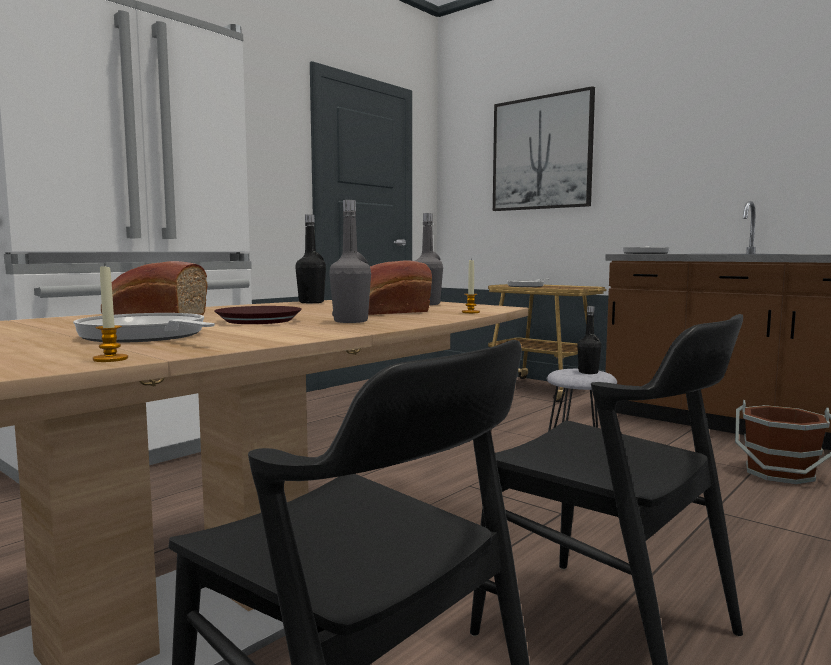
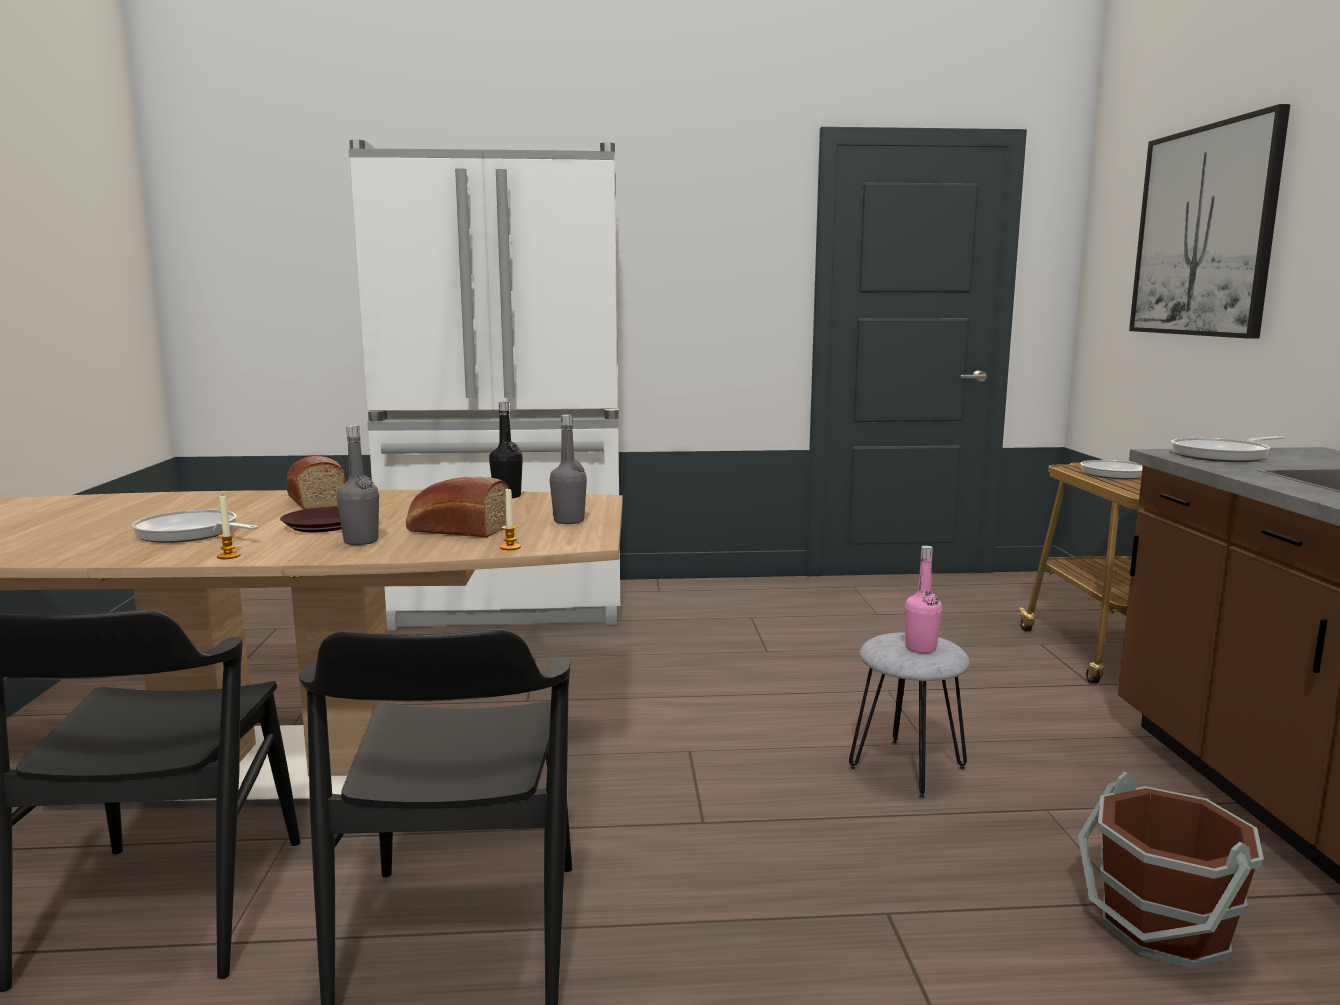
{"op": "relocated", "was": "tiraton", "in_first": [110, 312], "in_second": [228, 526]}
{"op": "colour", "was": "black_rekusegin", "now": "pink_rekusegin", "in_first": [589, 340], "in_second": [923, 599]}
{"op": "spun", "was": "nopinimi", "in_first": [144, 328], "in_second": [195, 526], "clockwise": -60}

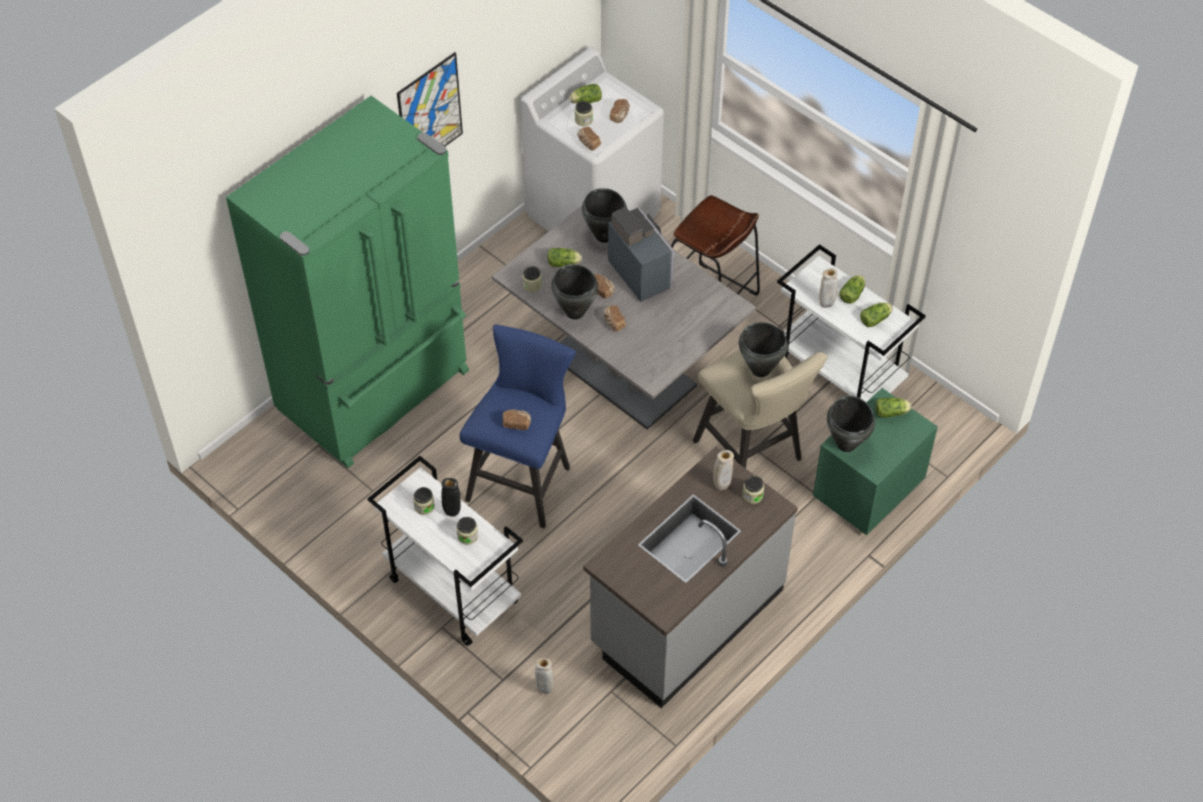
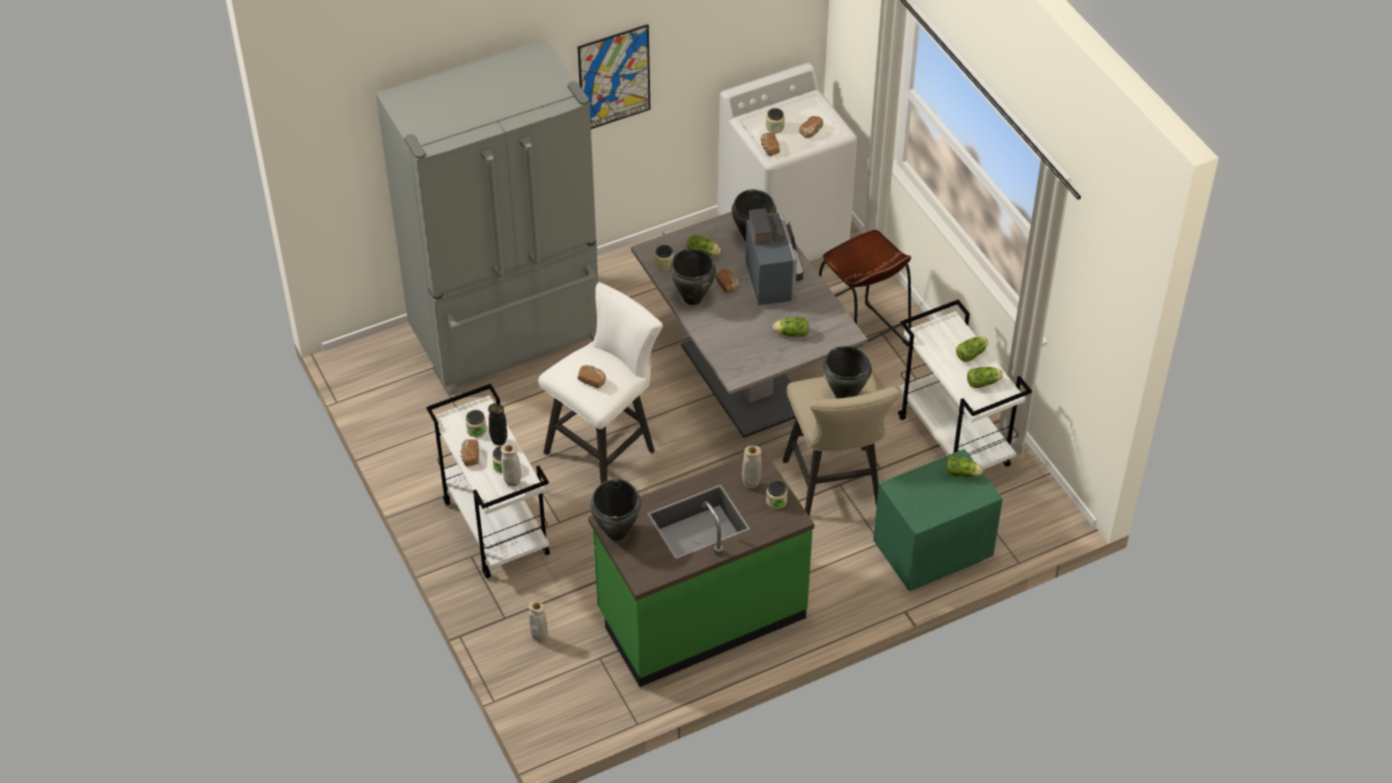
{"op": "relocated", "was": "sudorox", "in_first": [585, 94], "in_second": [791, 327]}
{"op": "relocated", "was": "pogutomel", "in_first": [614, 318], "in_second": [469, 453]}
{"op": "relocated", "was": "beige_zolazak", "in_first": [828, 288], "in_second": [511, 465]}
{"op": "relocated", "was": "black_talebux", "in_first": [851, 424], "in_second": [615, 509]}
{"op": "colour", "was": "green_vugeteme", "now": "grey_vugeteme", "in_first": [347, 282], "in_second": [487, 217]}
{"op": "colour", "was": "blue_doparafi", "now": "white_doparafi", "in_first": [518, 426], "in_second": [601, 383]}
{"op": "colour", "was": "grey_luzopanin", "now": "green_luzopanin", "in_first": [690, 577], "in_second": [701, 568]}

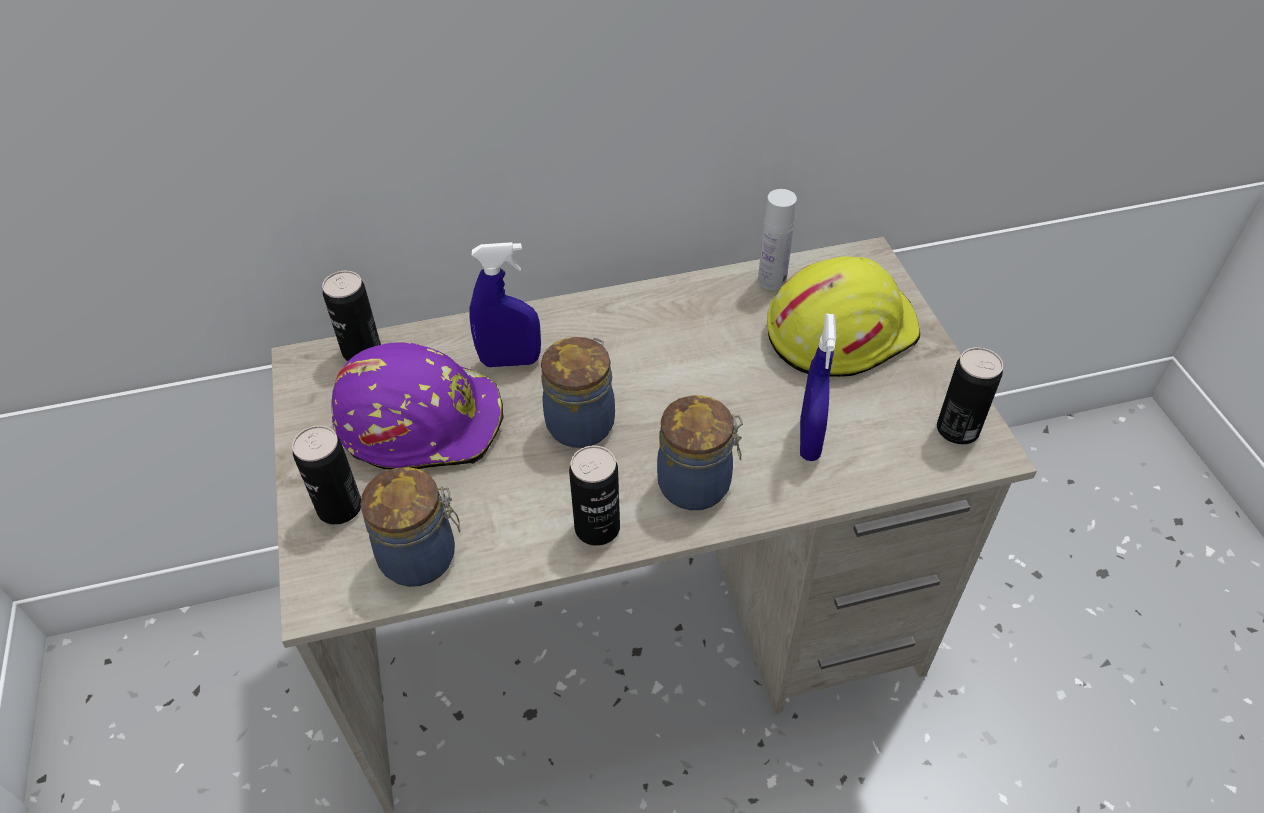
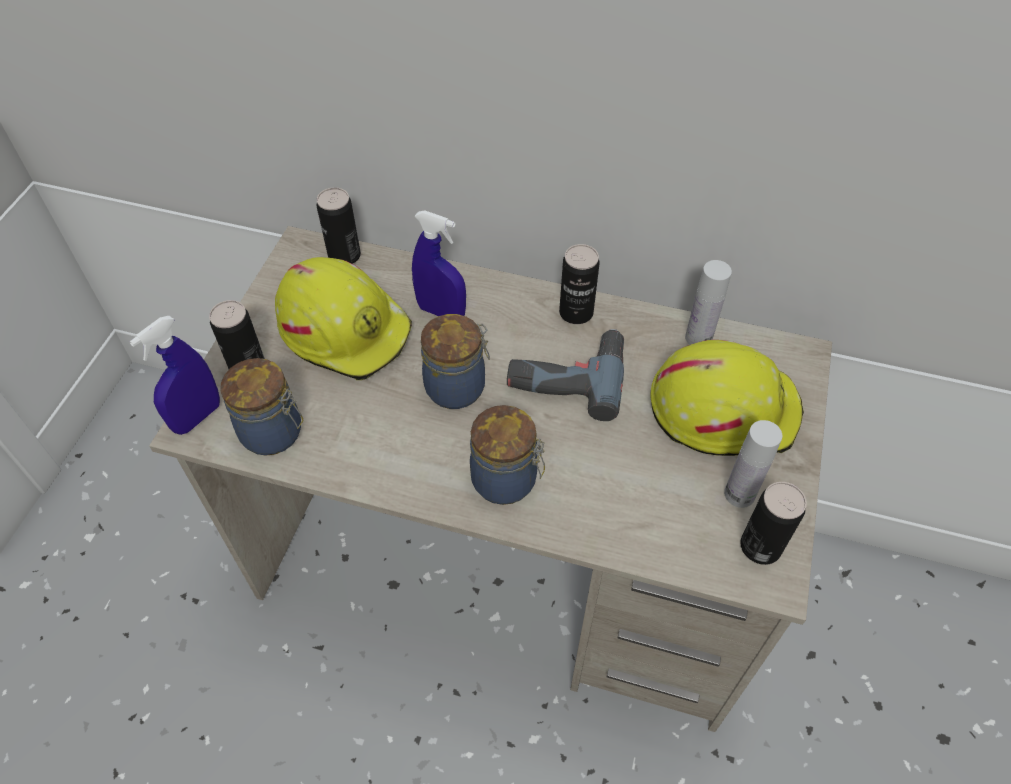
{"op": "appeared", "now": "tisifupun", "in_second": [565, 375]}
{"op": "appeared", "now": "white_rekusegin", "in_second": [753, 464]}
{"op": "relocated", "was": "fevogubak", "in_first": [594, 495], "in_second": [579, 284]}
{"op": "relocated", "was": "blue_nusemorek", "in_first": [818, 387], "in_second": [175, 375]}
{"op": "colour", "was": "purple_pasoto", "now": "yellow_pasoto", "in_first": [417, 406], "in_second": [343, 318]}

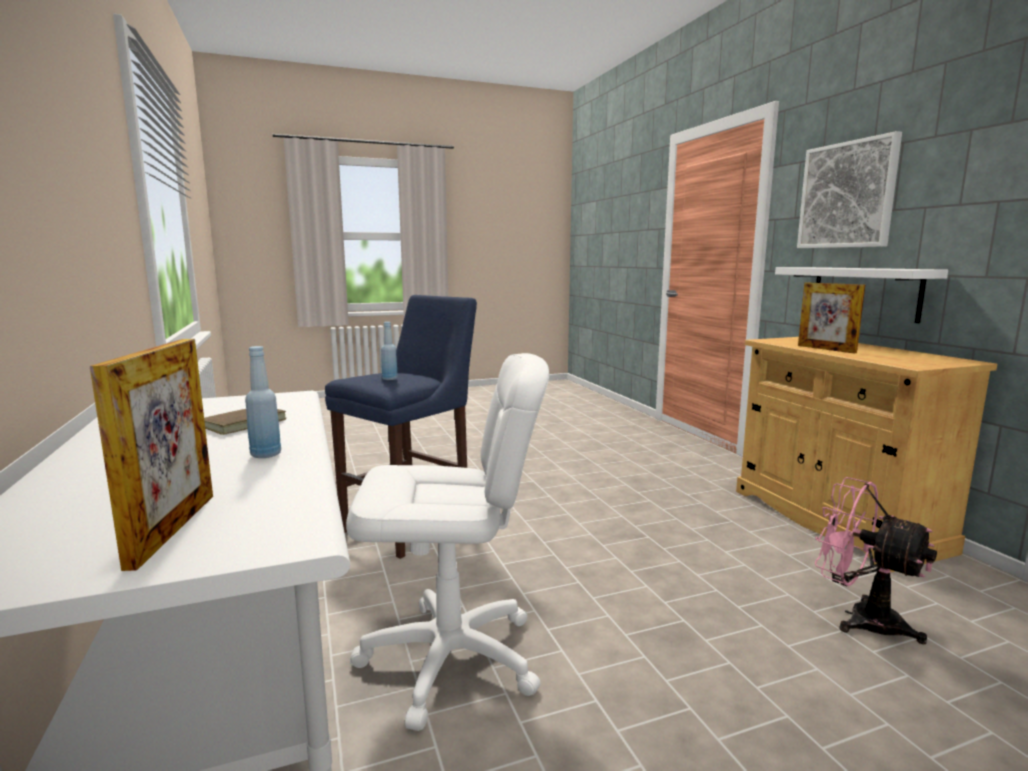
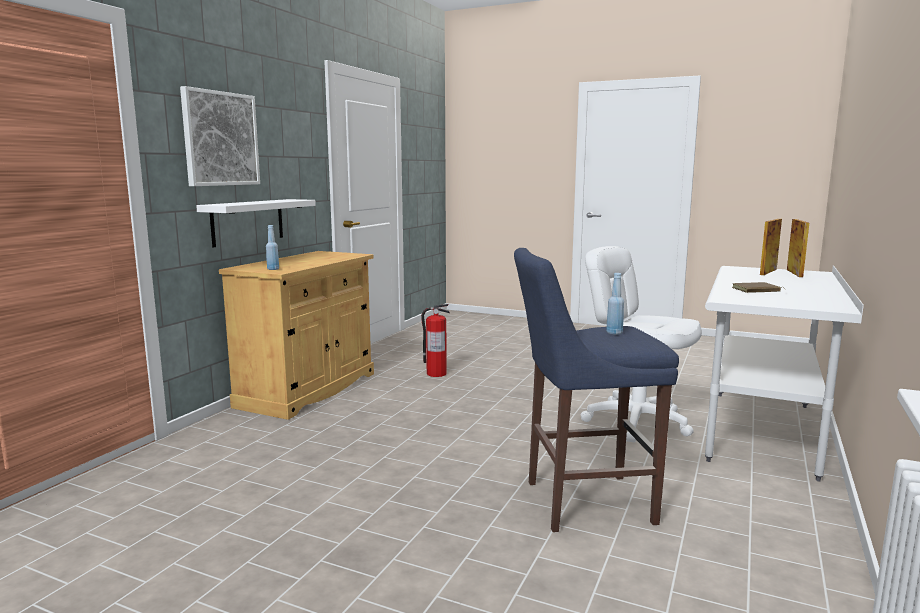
{"op": "relocated", "was": "blue_rekusegin", "in_first": [263, 402], "in_second": [272, 247]}
{"op": "relocated", "was": "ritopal", "in_first": [831, 318], "in_second": [798, 248]}
{"op": "exchanged", "was": "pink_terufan", "now": "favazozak", "in_first": [876, 560], "in_second": [435, 340]}

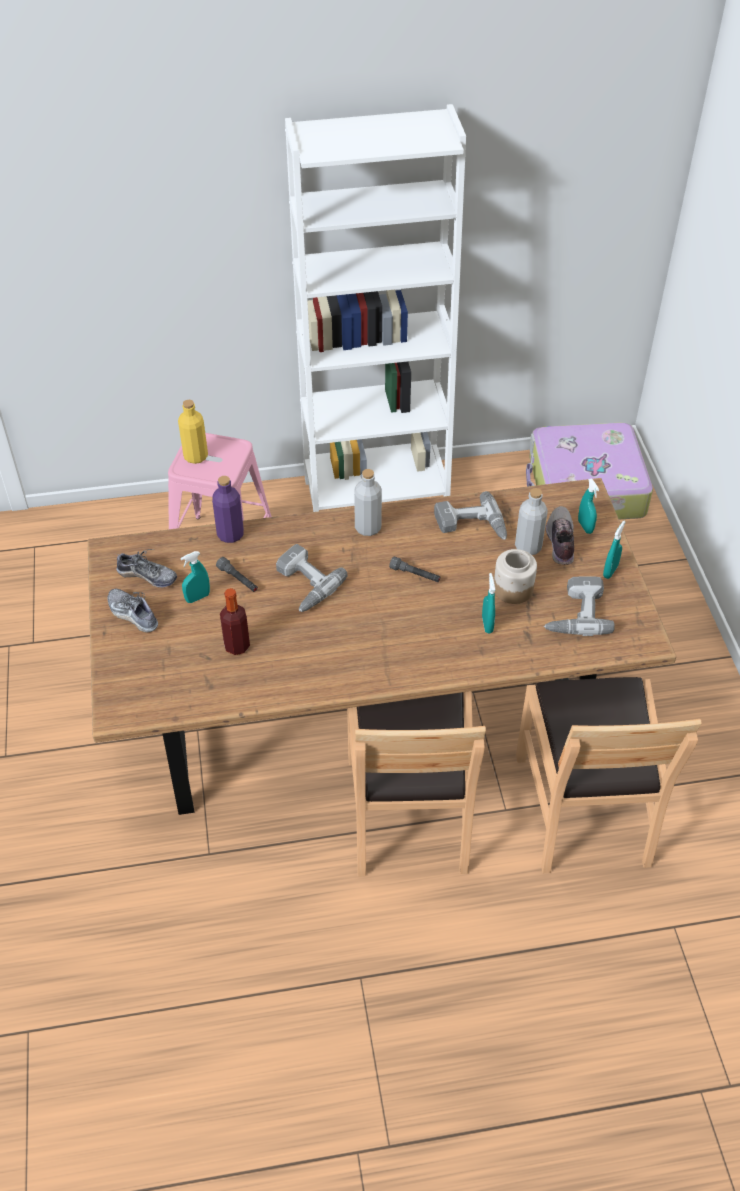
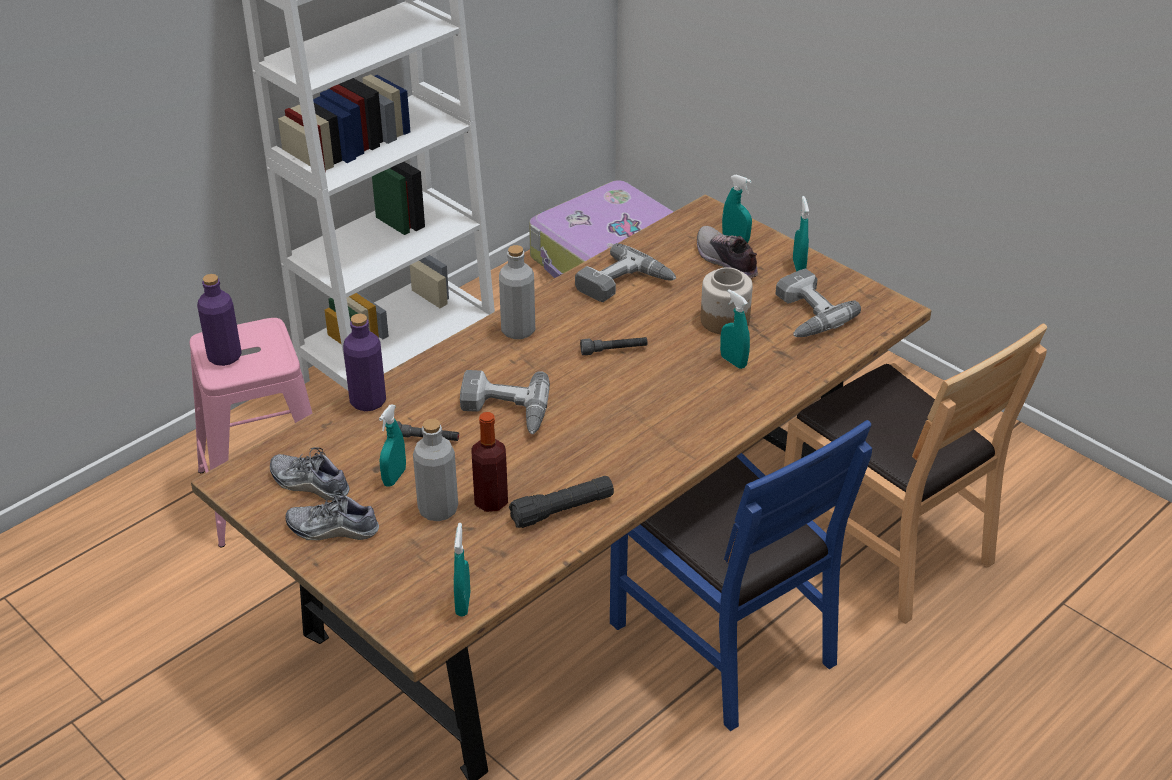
{"op": "appeared", "now": "turquoise_nusemorek", "in_second": [462, 570]}
{"op": "appeared", "now": "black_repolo", "in_second": [561, 502]}
{"op": "relocated", "was": "grey_rekusegin", "in_first": [531, 521], "in_second": [435, 470]}
{"op": "colour", "was": "yellow_rekusegin", "now": "purple_rekusegin", "in_first": [193, 432], "in_second": [219, 320]}
{"op": "colour", "was": "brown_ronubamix", "now": "blue_ronubamix", "in_first": [416, 784], "in_second": [741, 575]}
{"op": "spun", "was": "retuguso", "in_first": [147, 568], "in_second": [310, 474], "clockwise": -135}

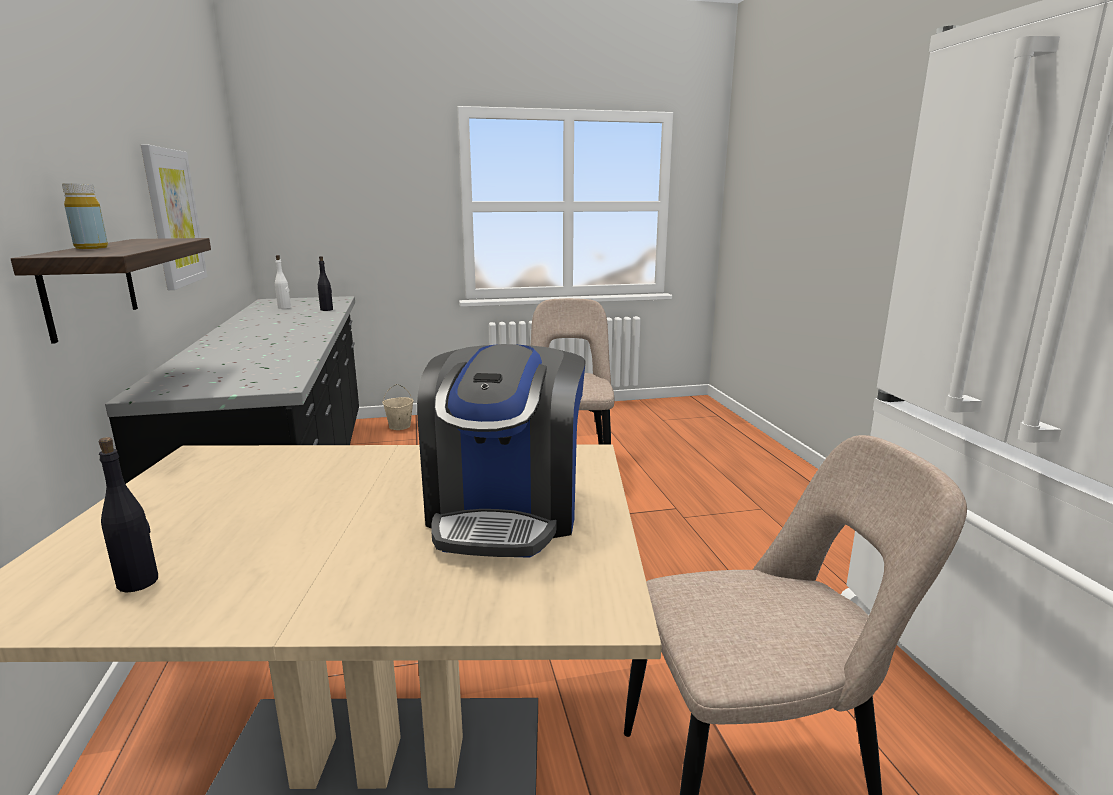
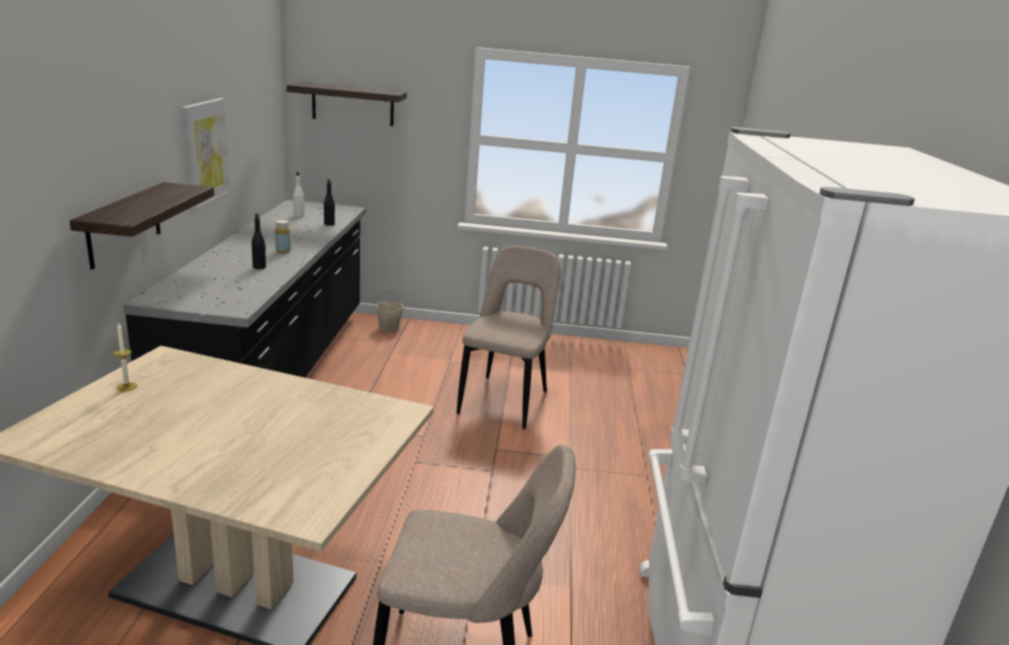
{"op": "missing", "was": "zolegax", "in_first": [501, 450]}
{"op": "appeared", "now": "tiraton", "in_second": [125, 357]}
{"op": "appeared", "now": "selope", "in_second": [347, 104]}
{"op": "relocated", "was": "yellow_rekusegin", "in_first": [85, 216], "in_second": [283, 236]}
{"op": "relocated", "was": "black_rekusegin", "in_first": [128, 514], "in_second": [259, 241]}

